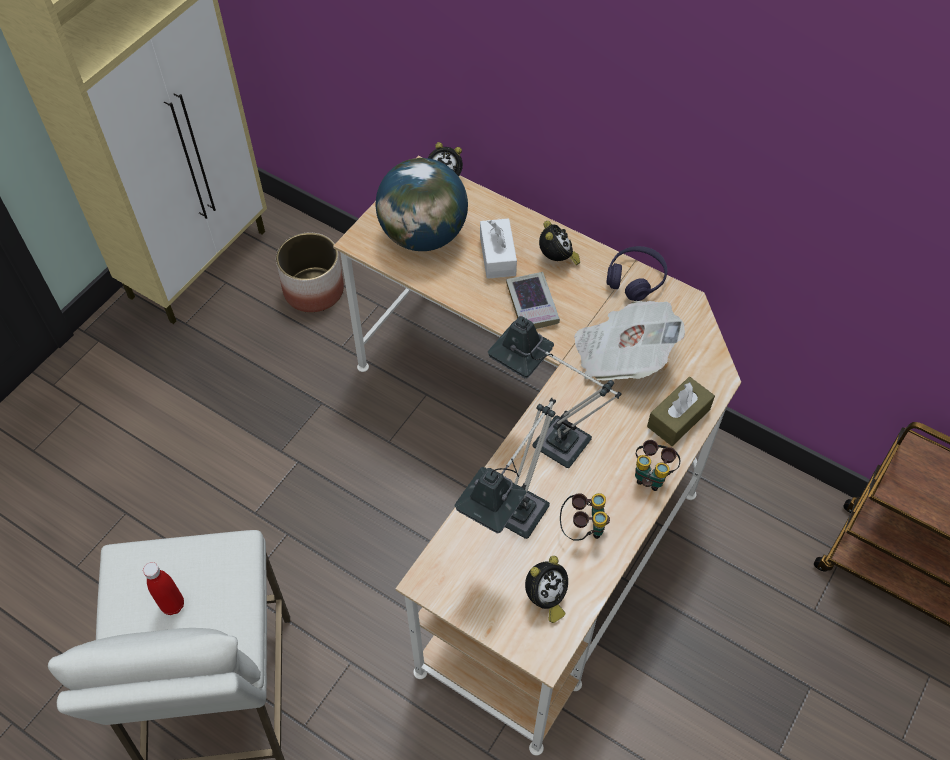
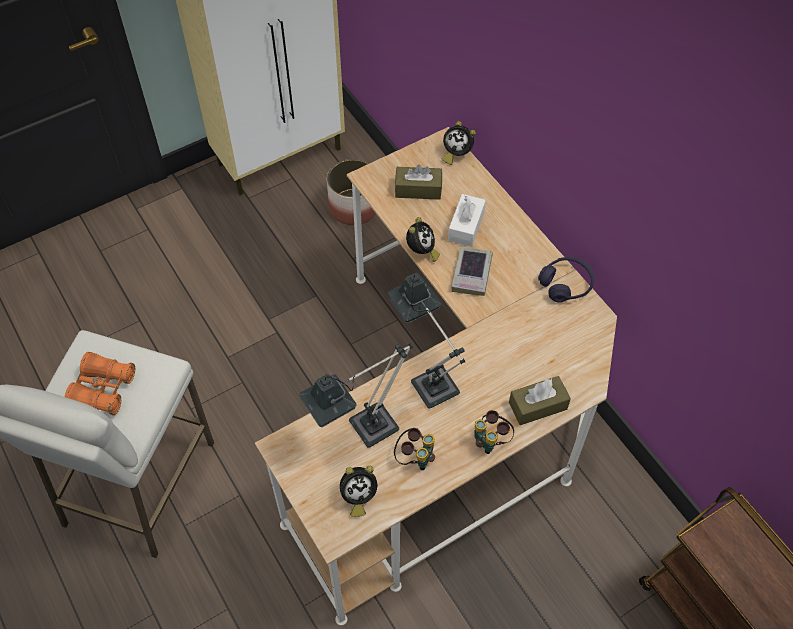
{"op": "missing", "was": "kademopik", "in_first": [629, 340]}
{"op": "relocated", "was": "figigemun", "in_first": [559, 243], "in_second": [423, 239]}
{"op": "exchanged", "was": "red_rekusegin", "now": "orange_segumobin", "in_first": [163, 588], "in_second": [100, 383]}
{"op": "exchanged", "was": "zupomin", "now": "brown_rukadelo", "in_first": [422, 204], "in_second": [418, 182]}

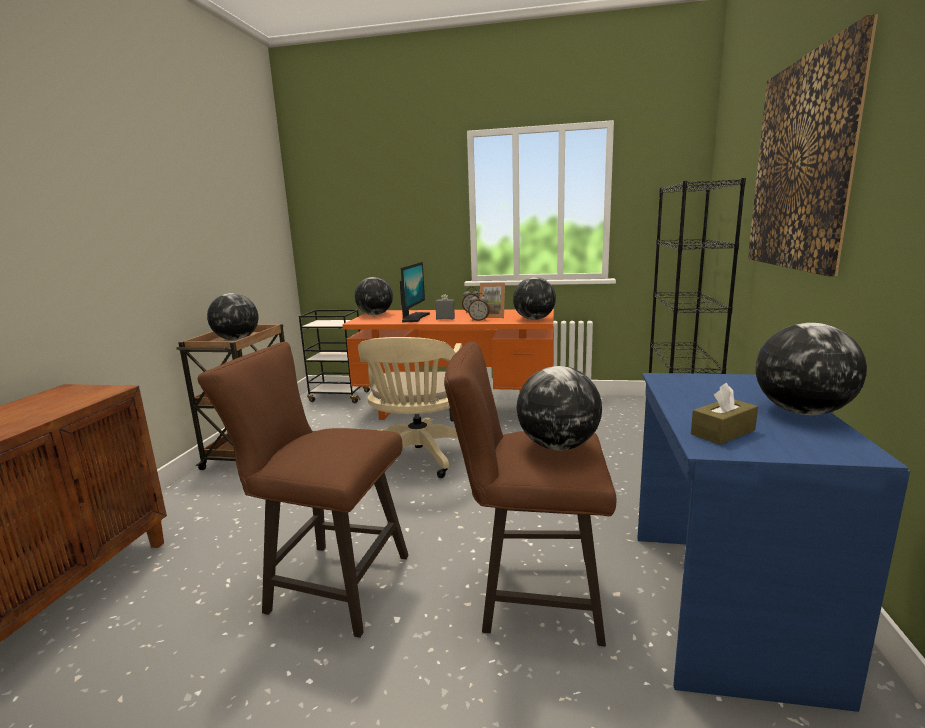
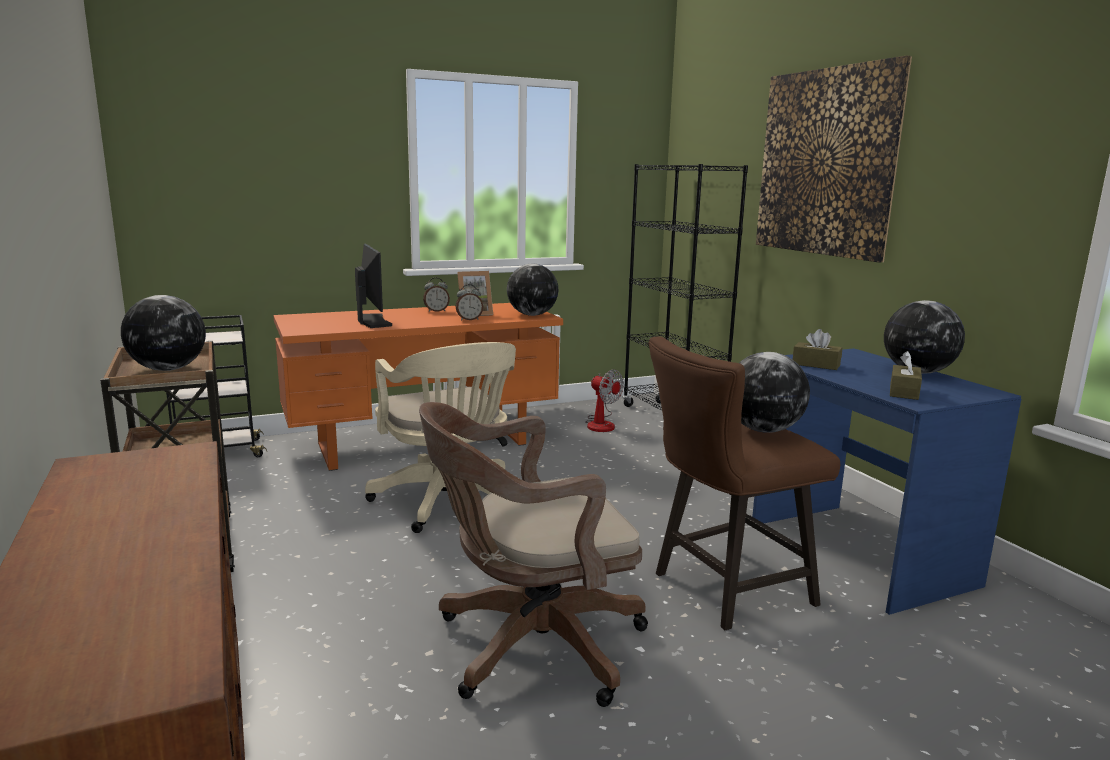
{"op": "missing", "was": "zupomin", "in_first": [374, 296]}
{"op": "missing", "was": "grey_rekusegin", "in_first": [445, 307]}
{"op": "appeared", "now": "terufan", "in_second": [604, 401]}
{"op": "appeared", "now": "brown_rukadelo", "in_second": [817, 349]}
{"op": "exchanged", "was": "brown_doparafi", "now": "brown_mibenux", "in_first": [303, 490], "in_second": [533, 554]}

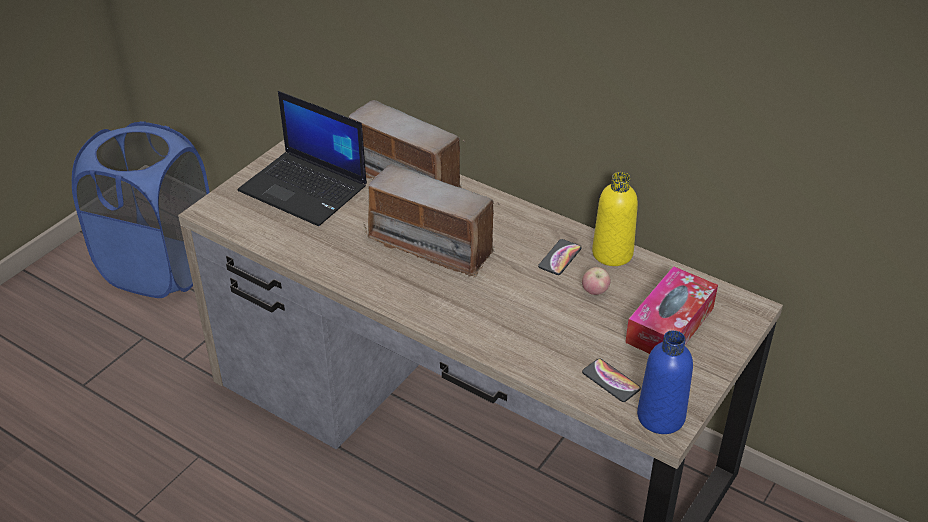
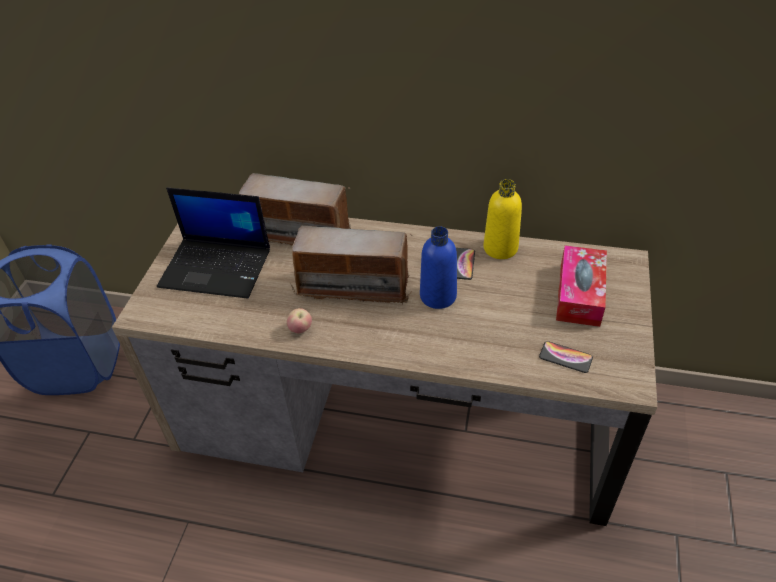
{"op": "relocated", "was": "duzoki", "in_first": [596, 281], "in_second": [299, 320]}
{"op": "relocated", "was": "blue_rekusegin", "in_first": [665, 382], "in_second": [438, 267]}

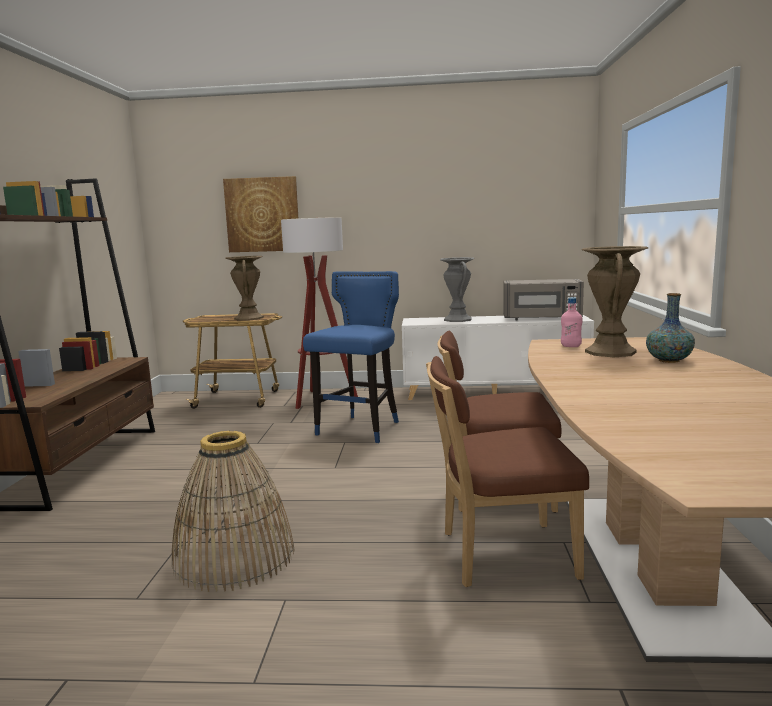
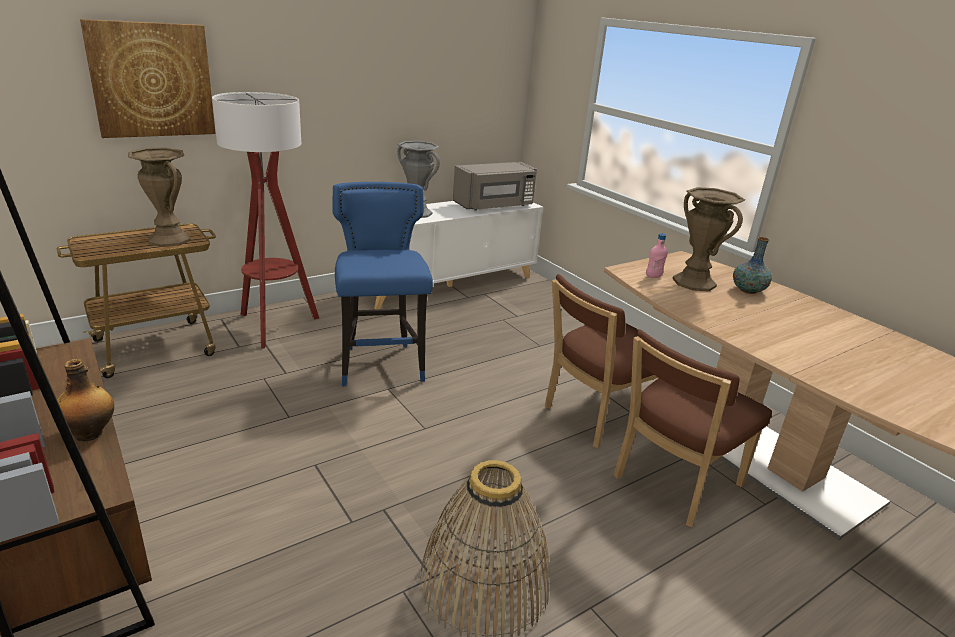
{"op": "appeared", "now": "rekusegin", "in_second": [84, 400]}

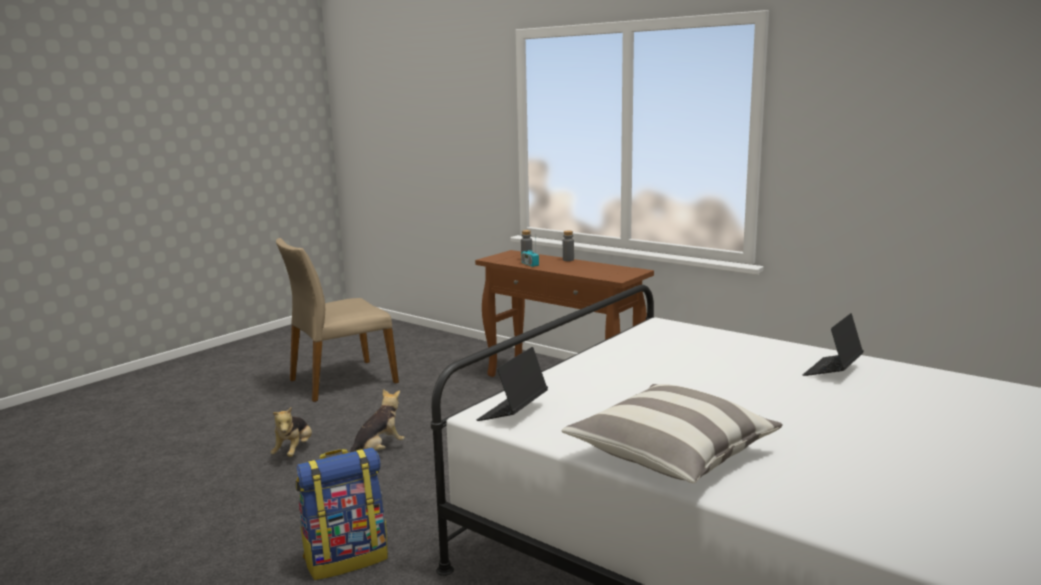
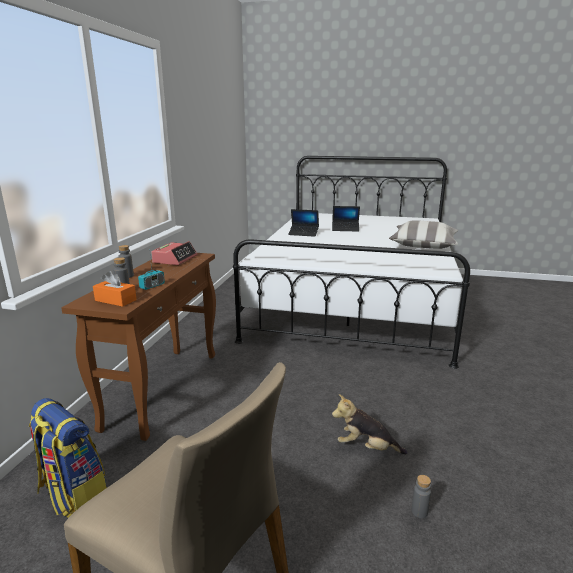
{"op": "appeared", "now": "orange_rukadelo", "in_second": [115, 289]}
{"op": "appeared", "now": "figigemun", "in_second": [174, 253]}
{"op": "relocated", "was": "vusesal", "in_first": [342, 513], "in_second": [68, 458]}
{"op": "relocated", "was": "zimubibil", "in_first": [512, 384], "in_second": [346, 218]}
{"op": "exchanged", "was": "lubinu", "now": "grey_rekusegin", "in_first": [291, 432], "in_second": [421, 496]}

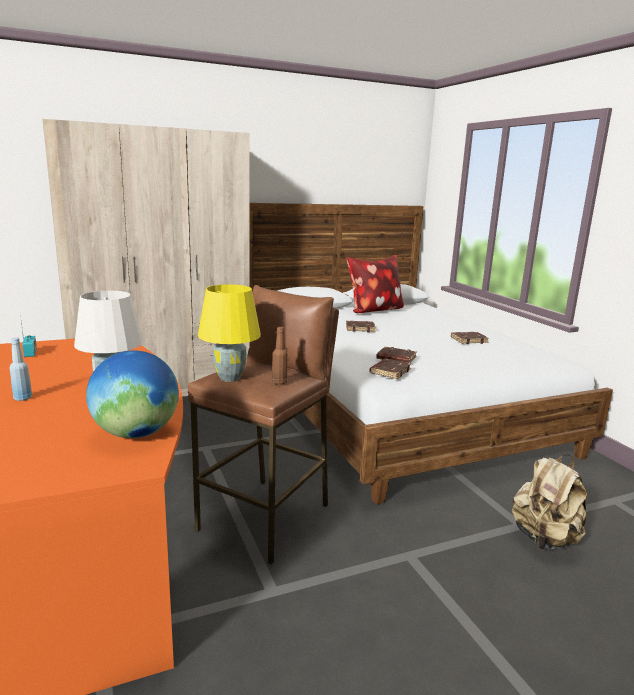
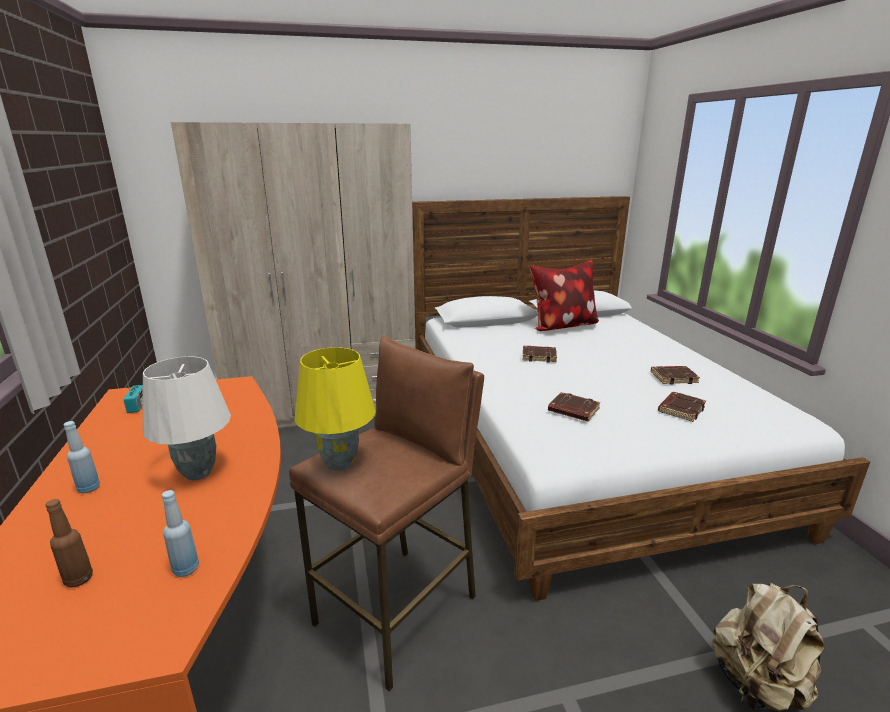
{"op": "relocated", "was": "brown_rekusegin", "in_first": [279, 356], "in_second": [69, 543]}
{"op": "relocated", "was": "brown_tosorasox", "in_first": [390, 368], "in_second": [682, 407]}
{"op": "exchanged", "was": "zupomin", "now": "blue_rekusegin", "in_first": [132, 394], "in_second": [180, 533]}

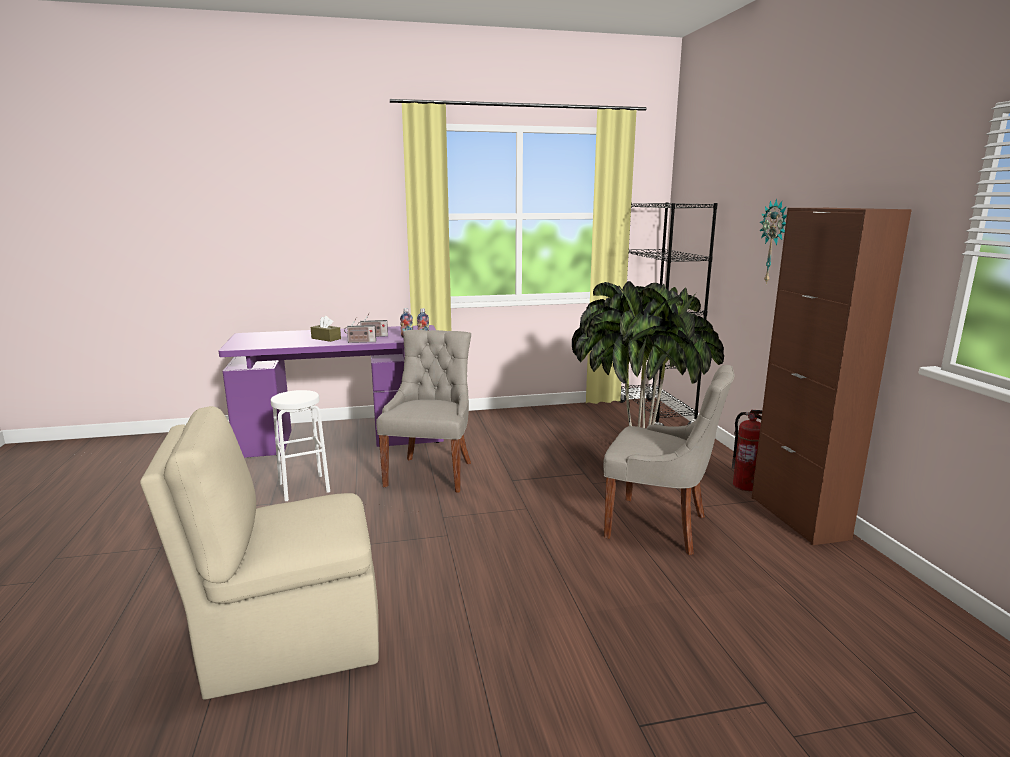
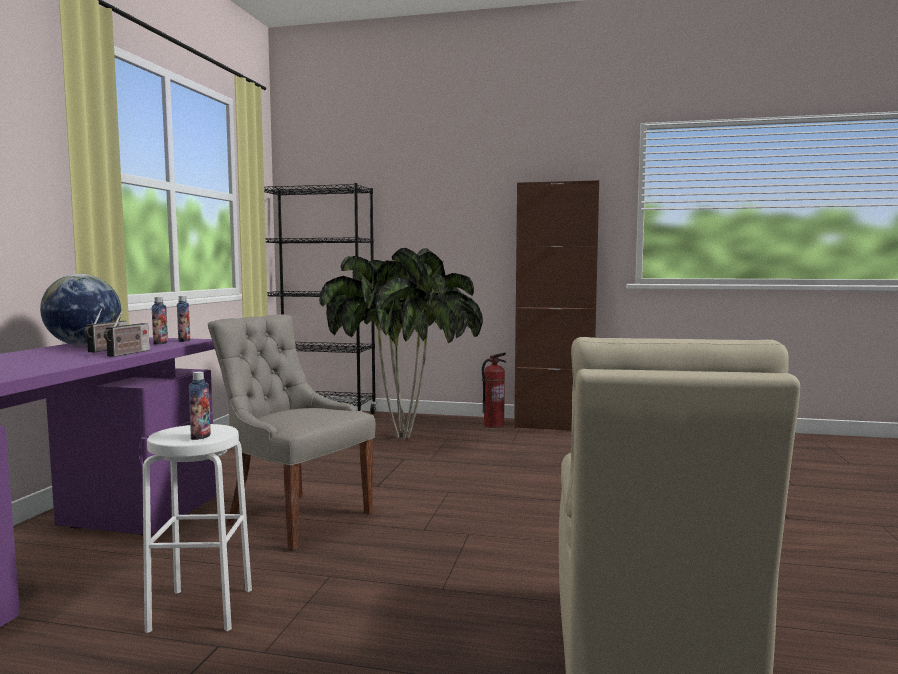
{"op": "missing", "was": "brown_rukadelo", "in_first": [326, 329]}
{"op": "missing", "was": "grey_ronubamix", "in_first": [669, 460]}
{"op": "missing", "was": "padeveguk", "in_first": [773, 241]}
{"op": "appeared", "now": "zupomin", "in_second": [80, 309]}
{"op": "appeared", "now": "rekusegin", "in_second": [200, 406]}

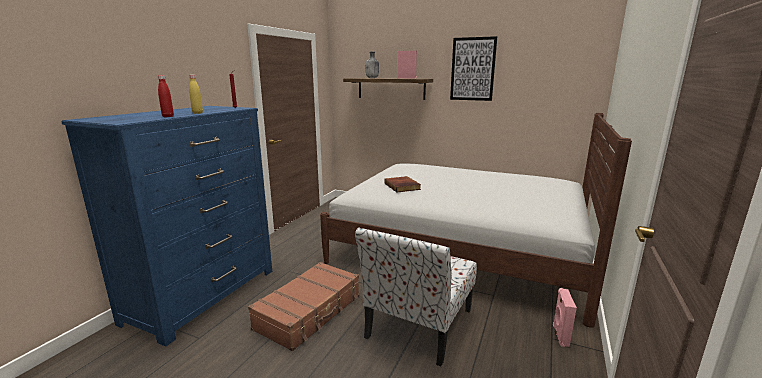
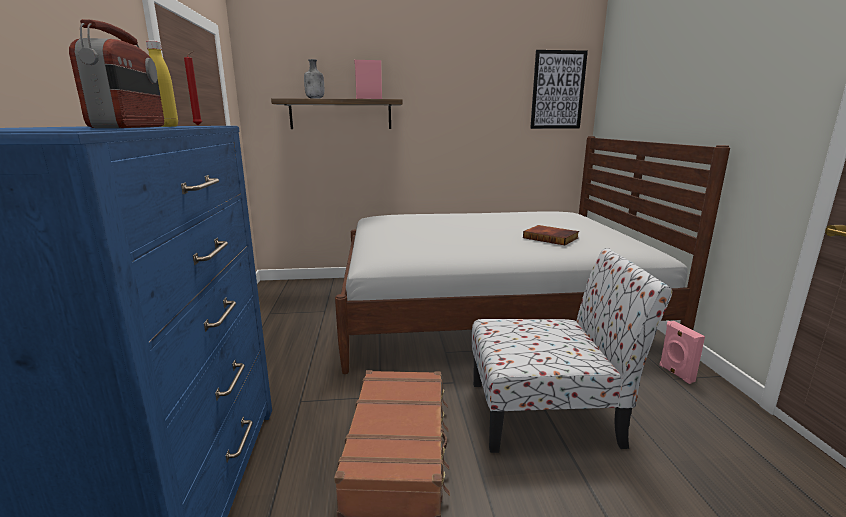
{"op": "relocated", "was": "tosorasox", "in_first": [402, 184], "in_second": [551, 235]}
{"op": "relocated", "was": "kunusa", "in_first": [473, 68], "in_second": [559, 89]}
{"op": "exchanged", "was": "red_rekusegin", "now": "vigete", "in_first": [166, 96], "in_second": [116, 73]}
{"op": "spun", "was": "ronubamix", "in_first": [416, 297], "in_second": [572, 350], "clockwise": -90}

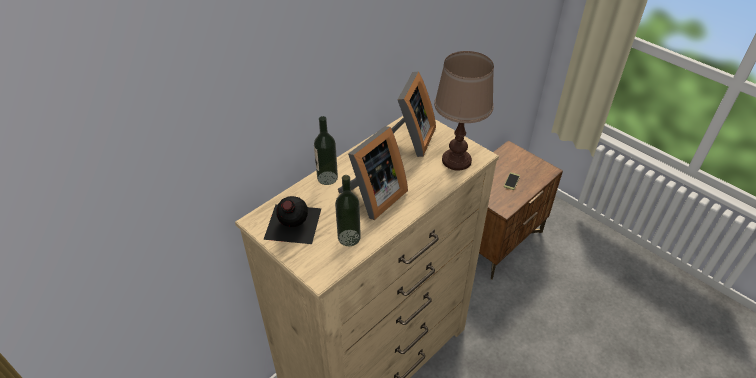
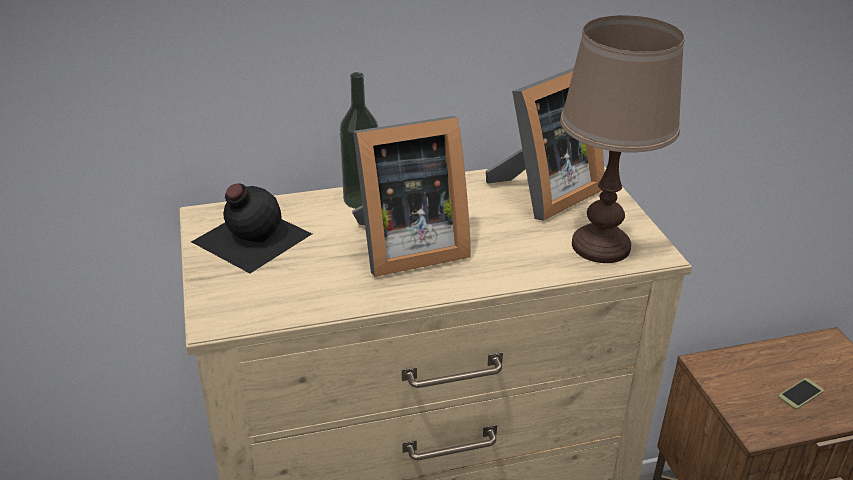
{"op": "missing", "was": "rekusegin", "in_first": [348, 210]}

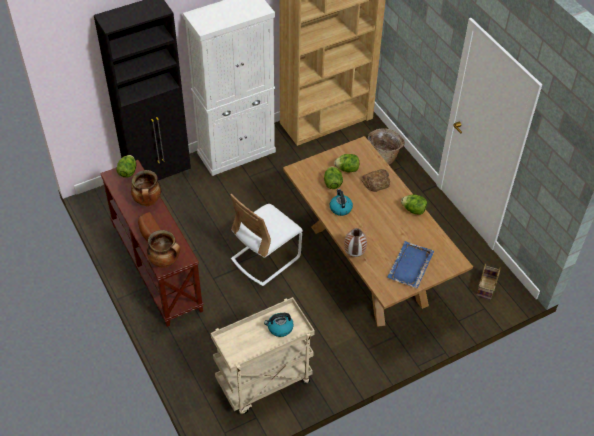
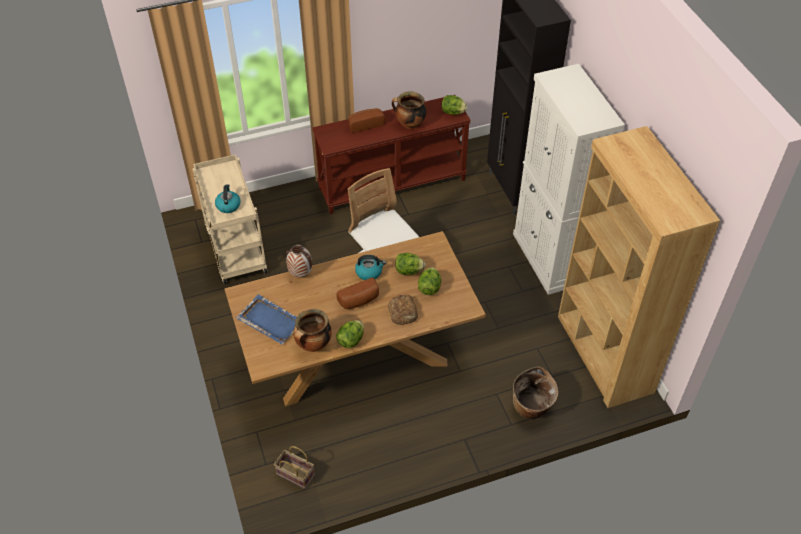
{"op": "appeared", "now": "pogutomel", "in_second": [357, 293]}
{"op": "relocated", "was": "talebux", "in_first": [164, 249], "in_second": [312, 330]}

